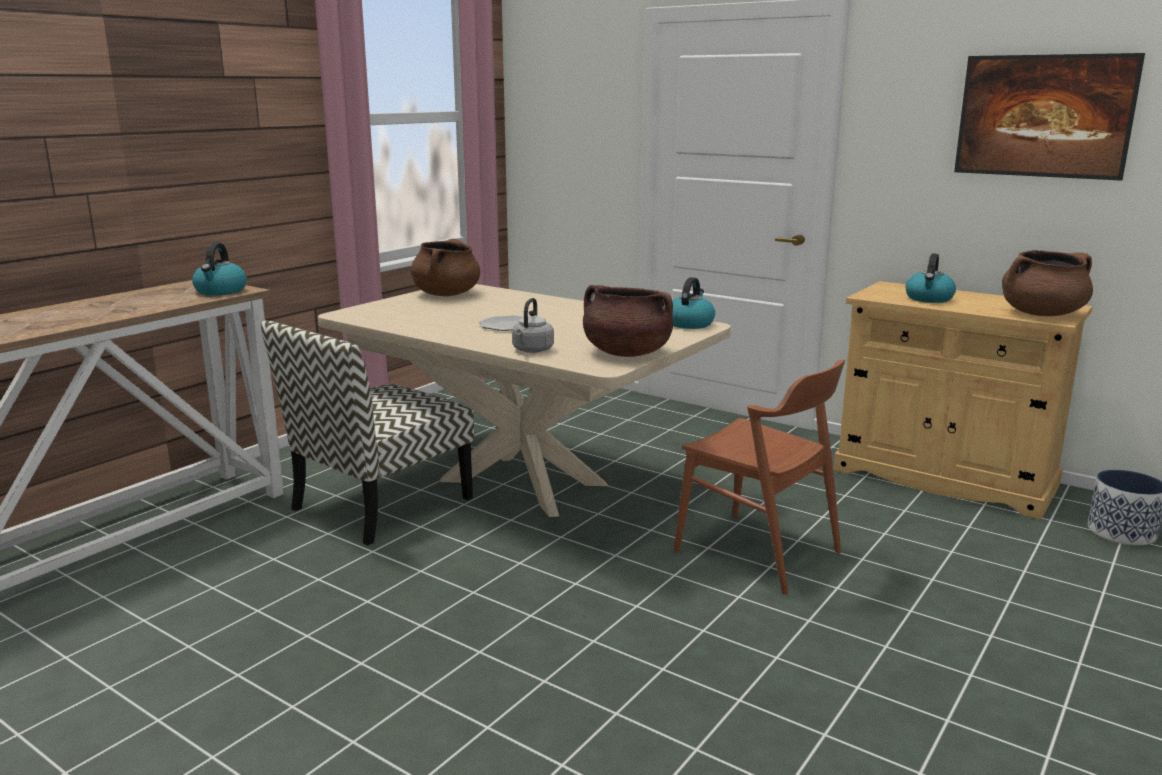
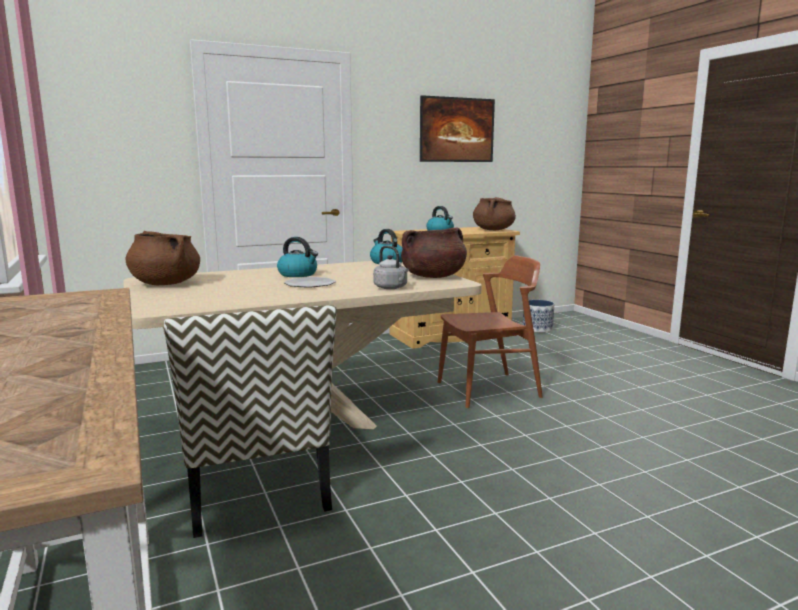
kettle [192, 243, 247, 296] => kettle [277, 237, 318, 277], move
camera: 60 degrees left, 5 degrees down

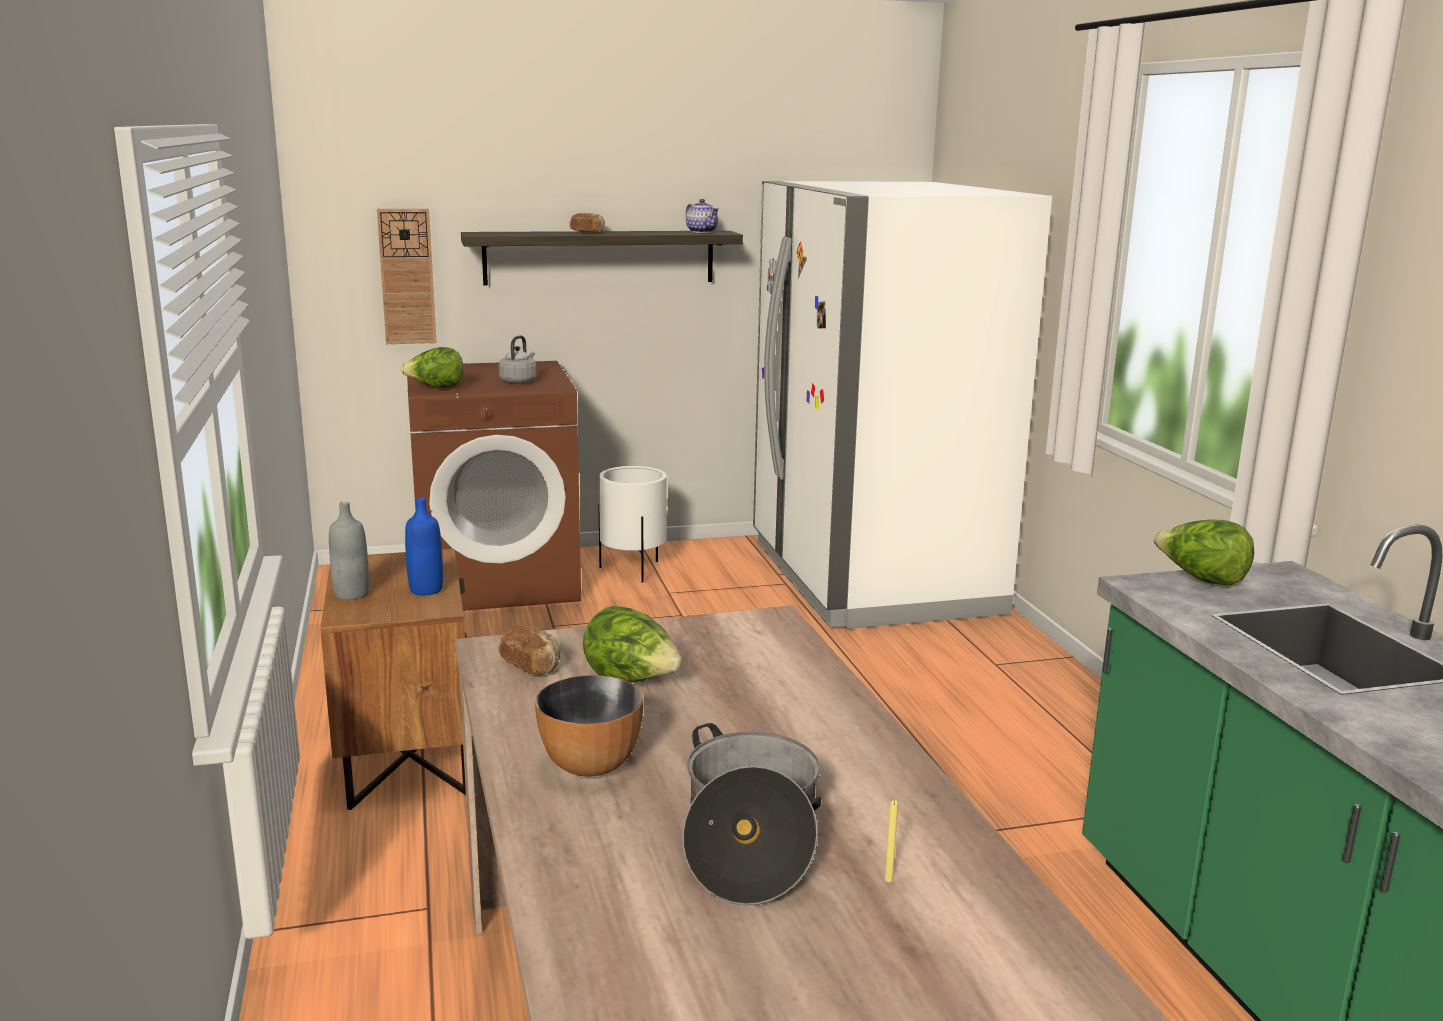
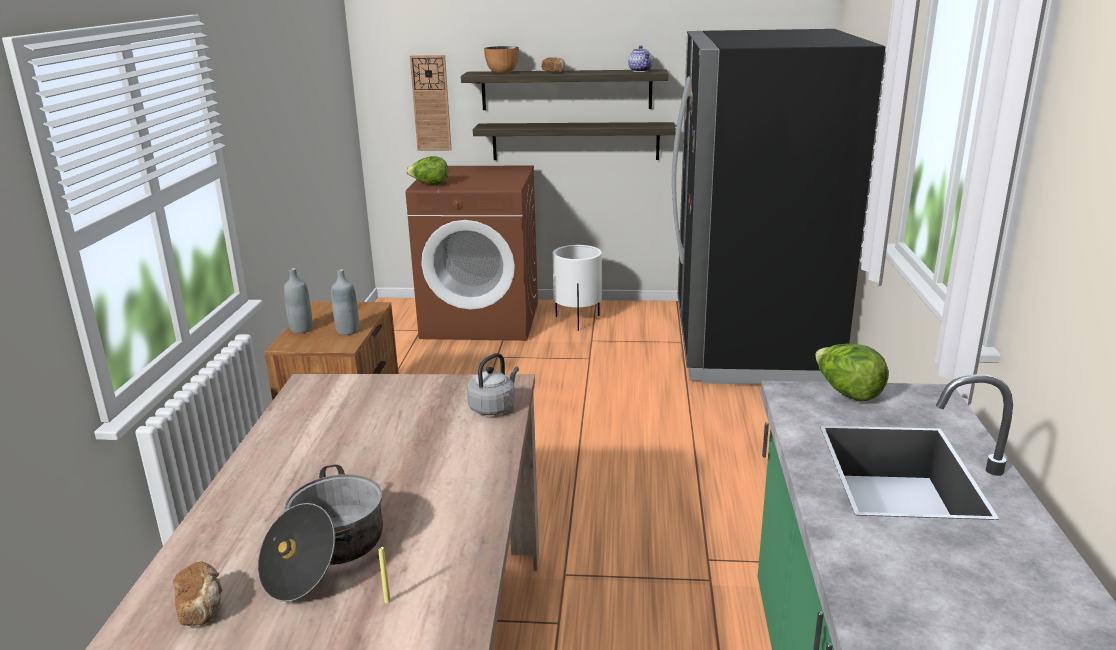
bakery bread [498, 625, 560, 675] => bakery bread [173, 561, 223, 626], move
bottle/blue-coloured [405, 498, 443, 595] => bottle/gray [331, 269, 359, 335]
kettle/gray [499, 335, 537, 384] => kettle/gray [467, 353, 519, 415], move
nothing => wall shelf [473, 122, 676, 160]
serving bowl [535, 675, 643, 776] => serving bowl [484, 46, 519, 74], move
fridge/white [753, 181, 1052, 629] => fridge/black-coloured [672, 29, 885, 385]
head of lettuce [583, 606, 683, 683] => nothing
camera: 20 degrees right, 5 degrees up

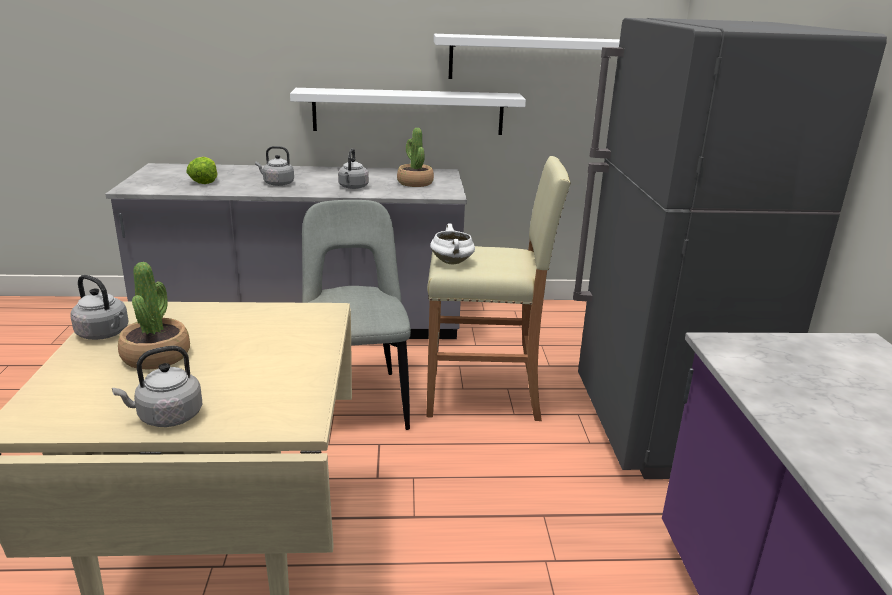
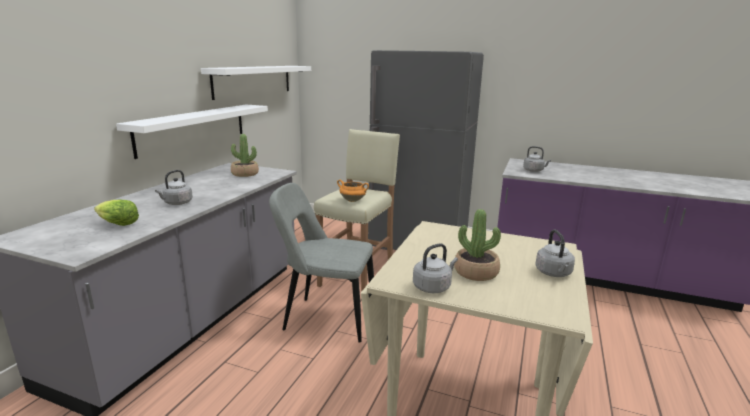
saucepot/white [430, 224, 475, 264] => saucepot/orange [337, 180, 369, 202]
kettle/gray [338, 149, 369, 189] => kettle/gray [523, 146, 551, 172], move
camera: 65 degrees left, 5 degrees down

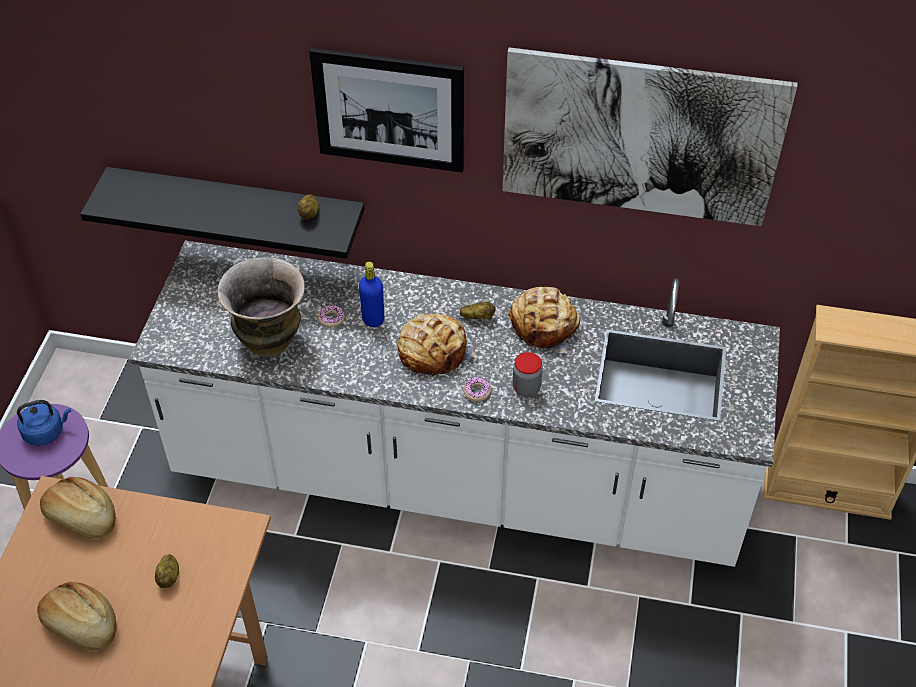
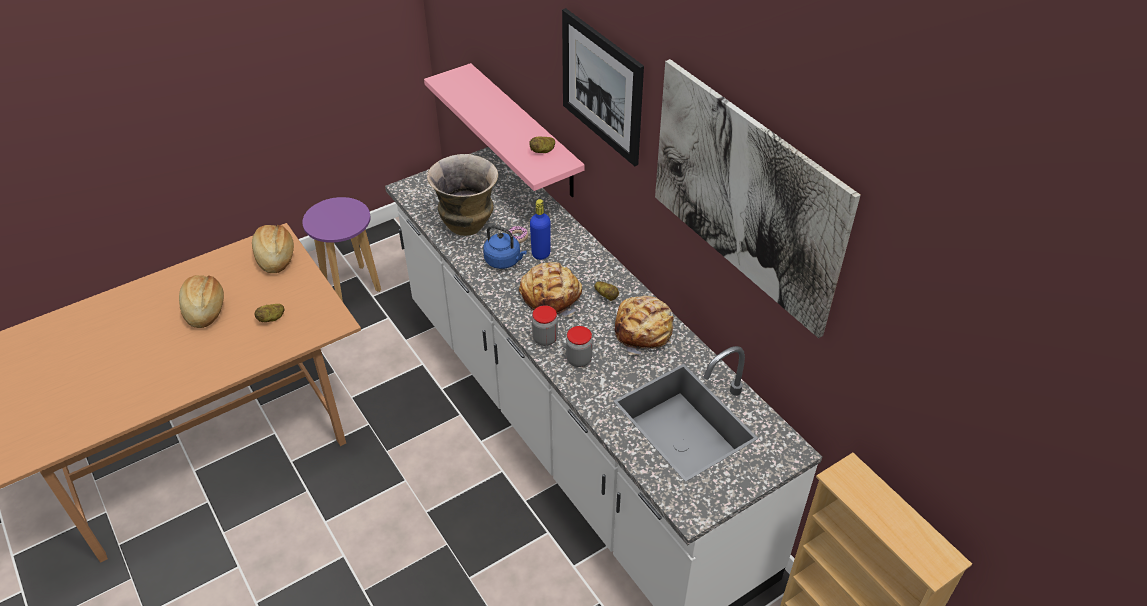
wall shelf/black-coloured [80, 167, 365, 259] => wall shelf/pink-coloured [424, 63, 585, 197]
kettle/blue-coloured [17, 400, 71, 446] => kettle/blue-coloured [483, 225, 527, 269], move
doughnut [463, 377, 491, 401] => storage jar [532, 305, 558, 346]
camera: 45 degrees right, 5 degrees down

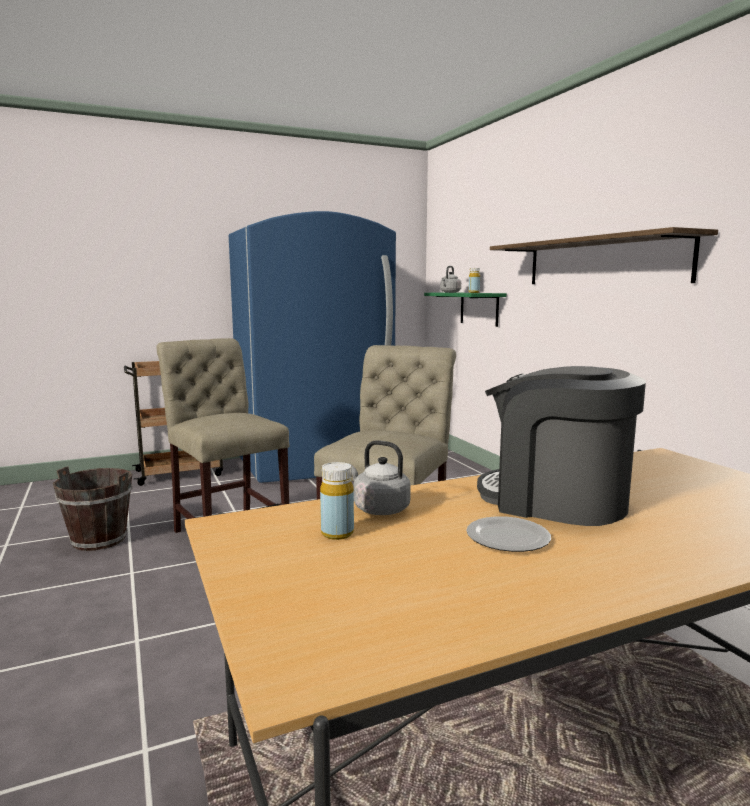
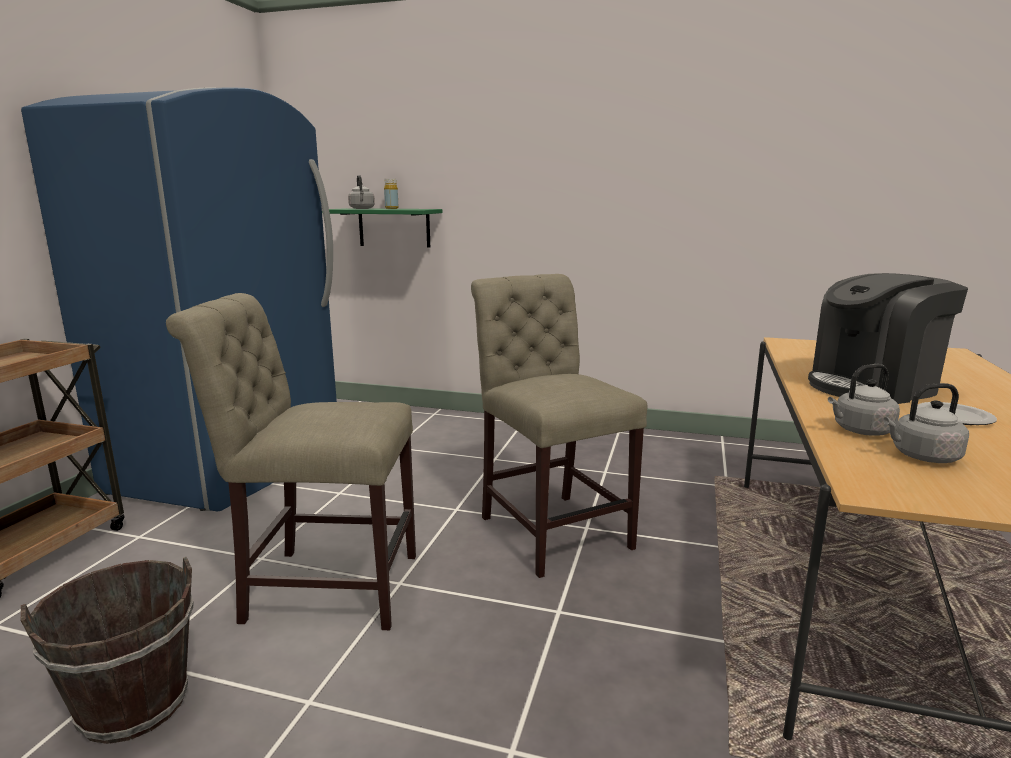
bottle/yellow [320, 462, 354, 540] => kettle/gray [883, 383, 969, 463]
wall shelf [490, 227, 718, 284] => nothing
camera: 50 degrees left, 5 degrees up

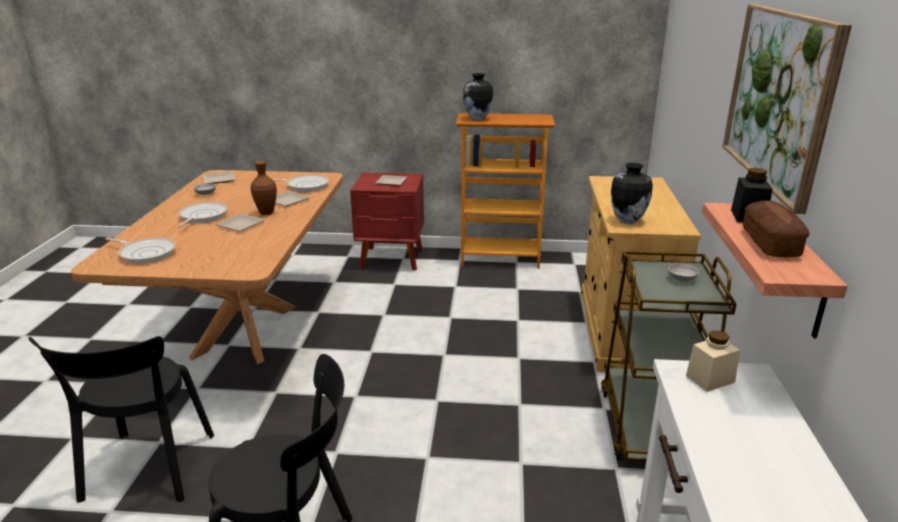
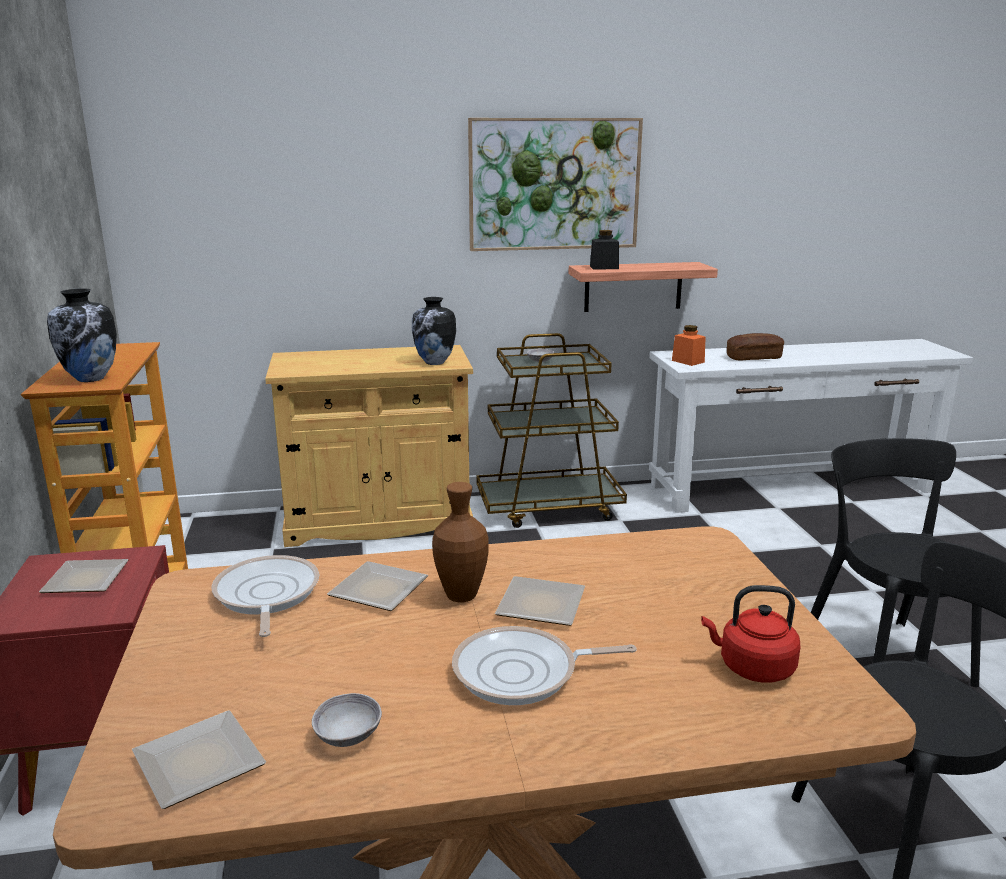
storage jar/beige [686, 330, 740, 392] => storage jar/orange [672, 325, 706, 366]
frying pan [105, 237, 176, 264] => kettle/red [701, 585, 800, 683]
bakery bread [743, 200, 809, 257] => bakery bread [727, 333, 784, 361], move
camera: 105 degrees left, 5 degrees down

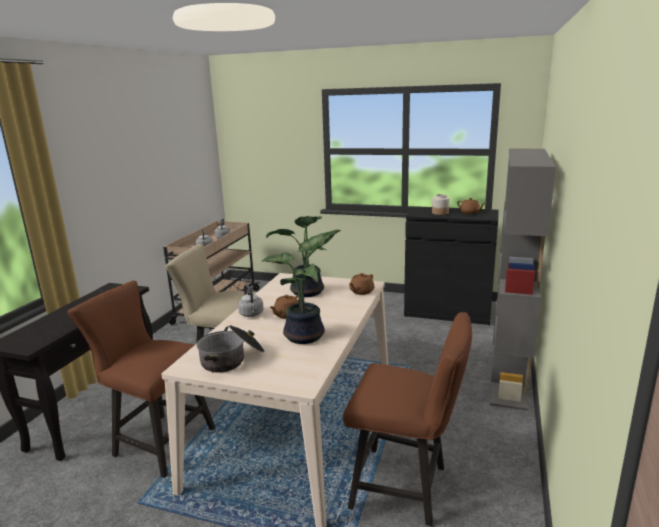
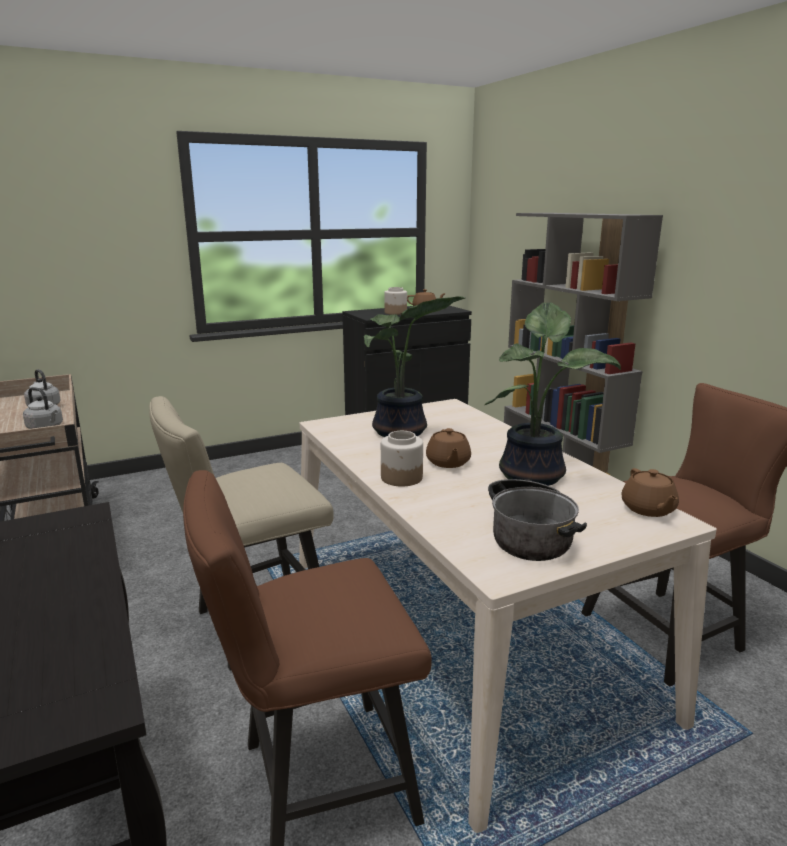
kettle/gray [238, 284, 264, 317] => storage jar [381, 431, 423, 486]
teapot/brown-coloured [349, 273, 374, 295] => teapot/brown-coloured [621, 468, 679, 517], move
camera: 45 degrees left, 0 degrees up

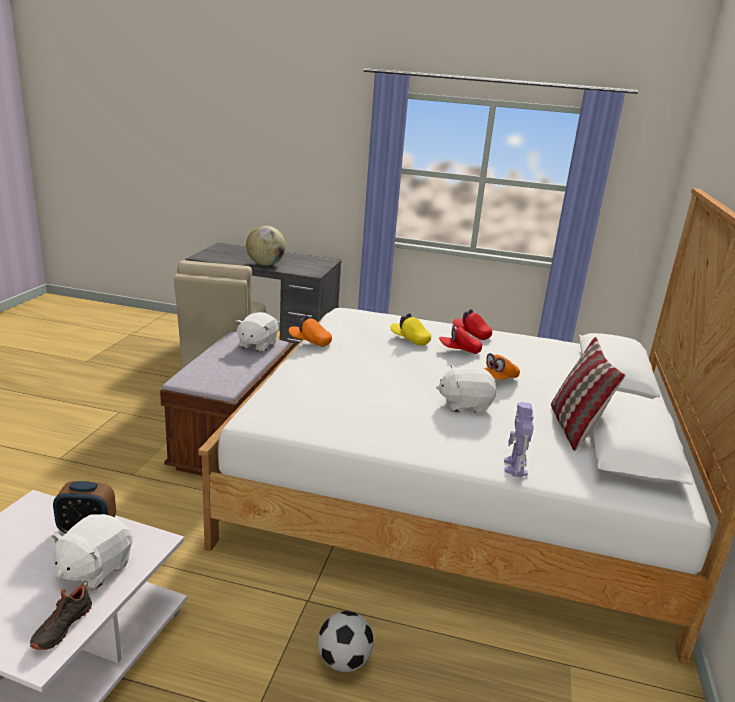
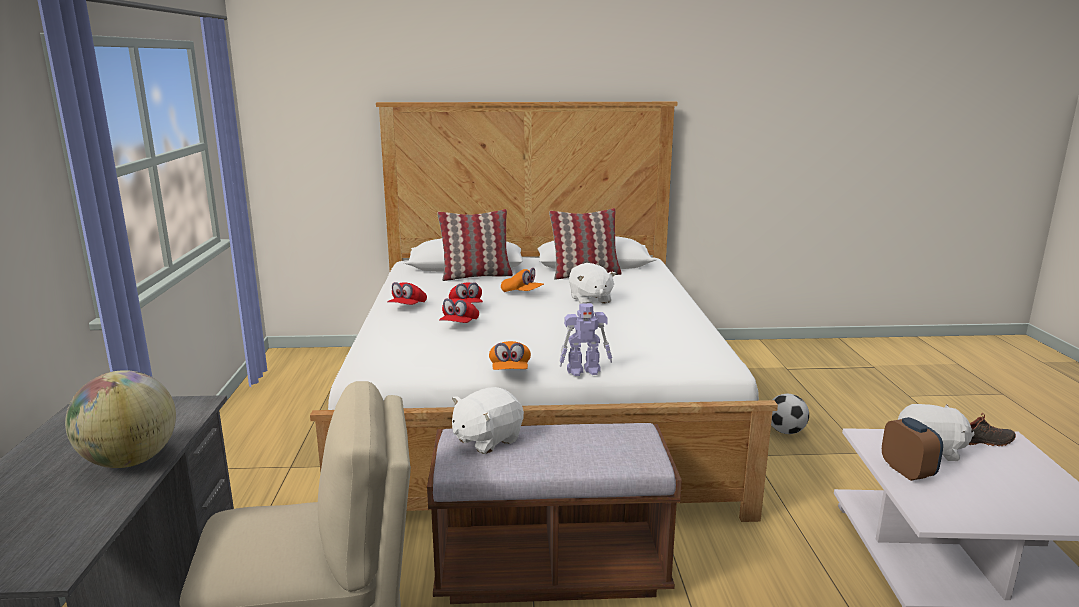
nothing => pillow [437, 209, 513, 281]
cap/yellow [391, 313, 431, 346] => cap/red [439, 298, 479, 323]
plush toy/white [235, 312, 278, 352] => plush toy/white [452, 387, 524, 454], 135 degrees clockwise
model robot [504, 402, 534, 478] => model robot [559, 303, 612, 376], move
camera: 105 degrees left, 5 degrees down

